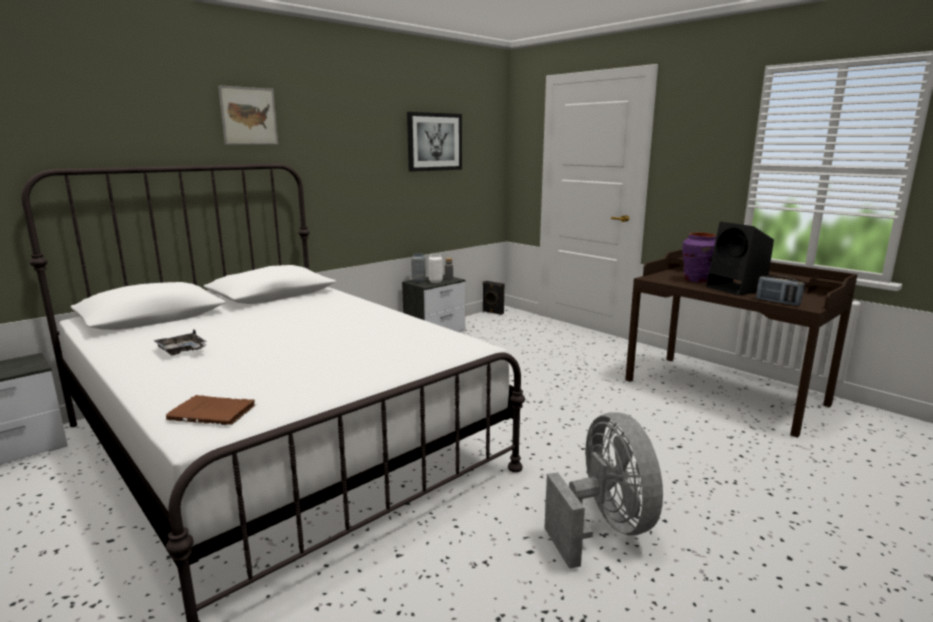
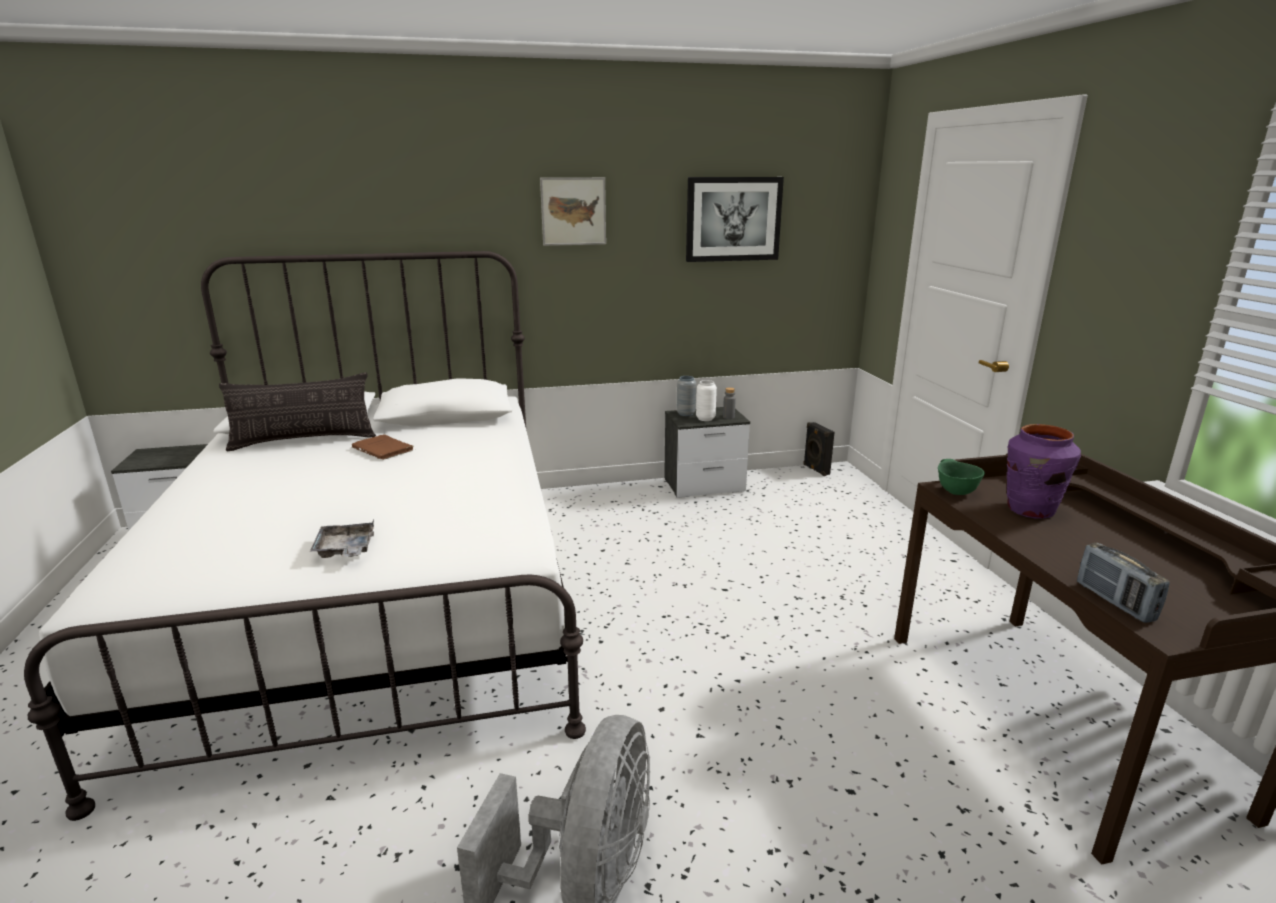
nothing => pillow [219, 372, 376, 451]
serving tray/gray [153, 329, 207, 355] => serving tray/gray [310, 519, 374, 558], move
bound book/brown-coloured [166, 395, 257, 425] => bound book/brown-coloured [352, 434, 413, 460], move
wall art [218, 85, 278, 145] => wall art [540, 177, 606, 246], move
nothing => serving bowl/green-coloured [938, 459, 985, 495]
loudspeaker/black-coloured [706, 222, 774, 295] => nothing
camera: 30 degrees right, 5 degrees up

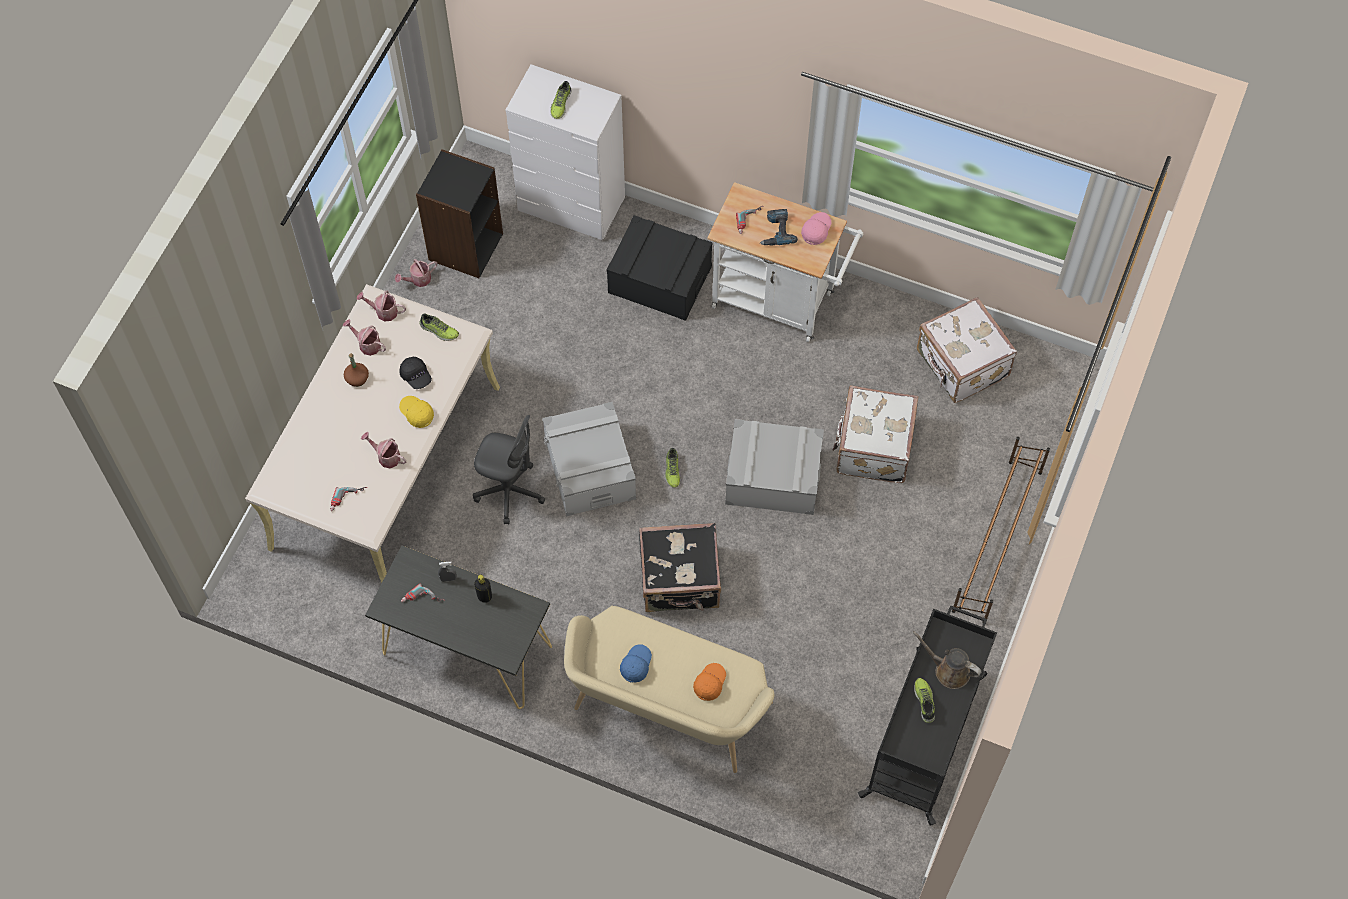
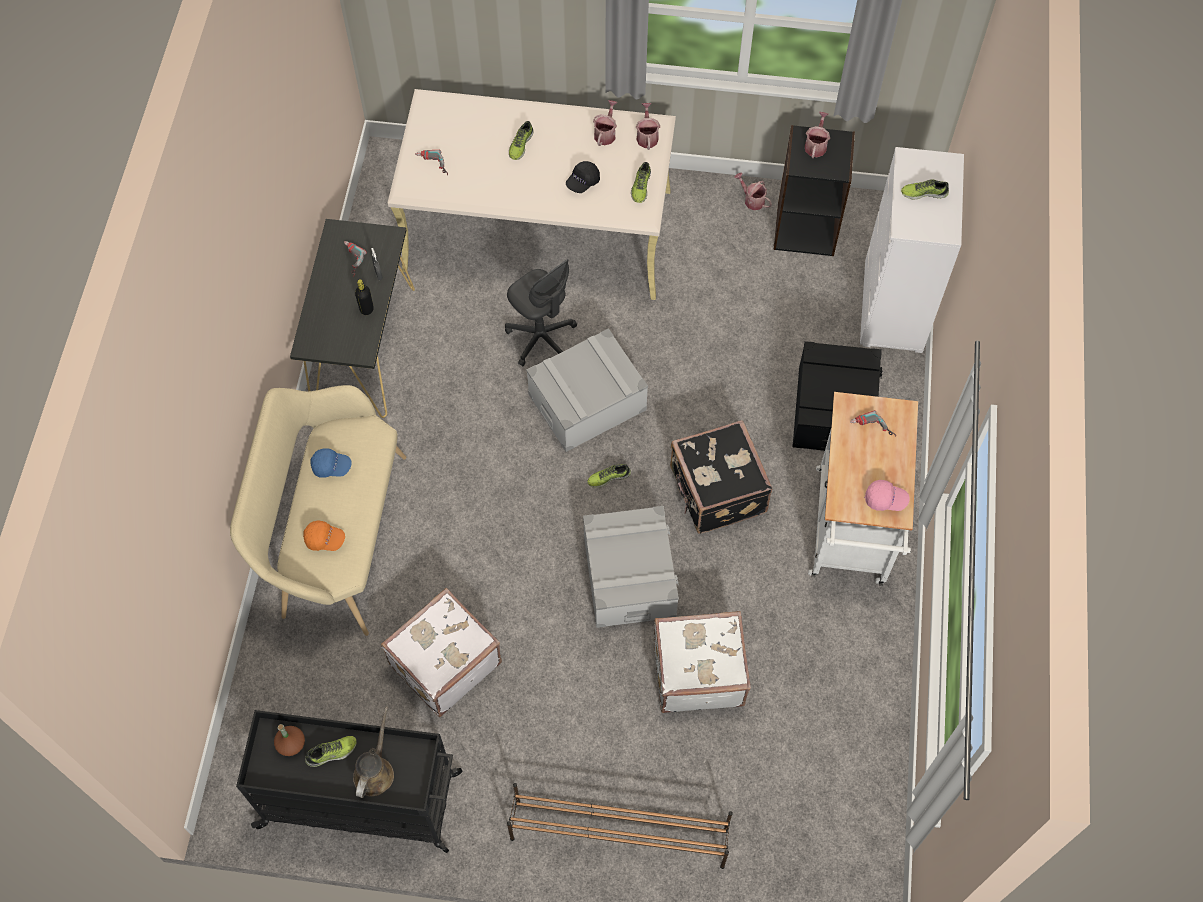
bottle/brown-coloured [344, 353, 369, 387] => bottle/brown-coloured [274, 724, 305, 756], move
travel case/white [917, 297, 1017, 403] => travel case/white [381, 588, 502, 717], move
office chair/gray [473, 415, 545, 524] => office chair/gray [505, 259, 577, 366], 45 degrees counterclockwise
nothing => item of footwear [509, 121, 534, 160]
travel case/black-coloured [639, 523, 721, 612] => travel case/black-coloured [670, 420, 772, 534], move
watering pot [361, 432, 406, 468] => watering pot [805, 112, 830, 158], move
cap/yellow [399, 396, 434, 428] => nothing
electric drill [760, 209, 798, 246] => nothing
camera: 75 degrees right, 0 degrees up

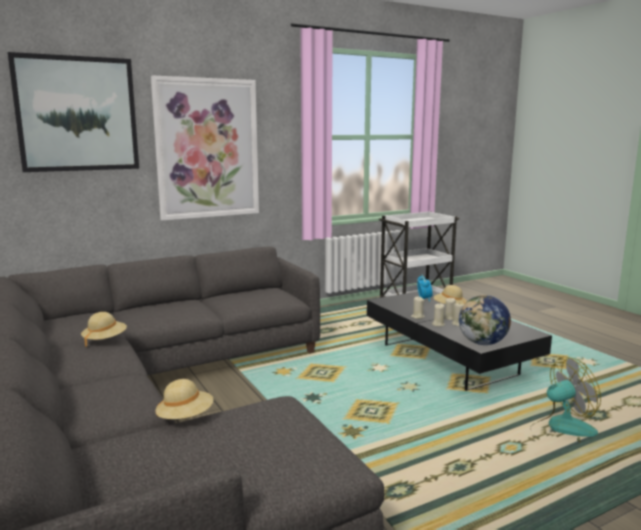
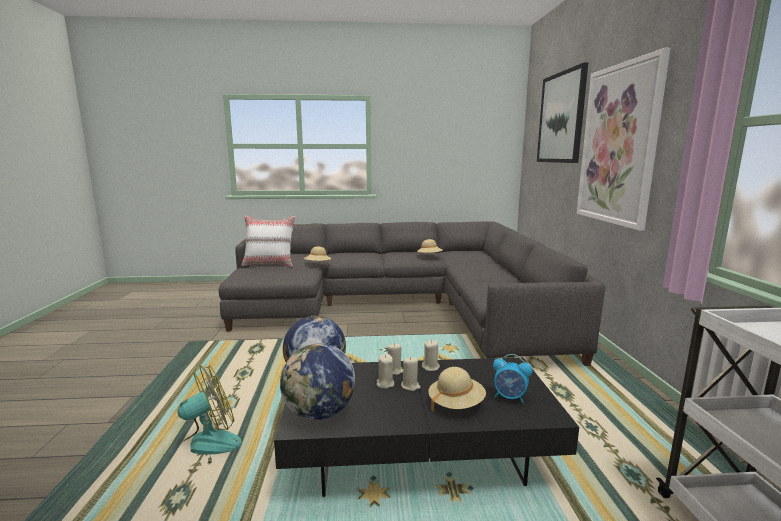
cooling fan [530, 356, 601, 443] => cooling fan [162, 365, 242, 464], 135 degrees counterclockwise
nothing => pillow/white [241, 216, 296, 267]
nothing => world globe [280, 344, 355, 420]
camera: 115 degrees right, 0 degrees up

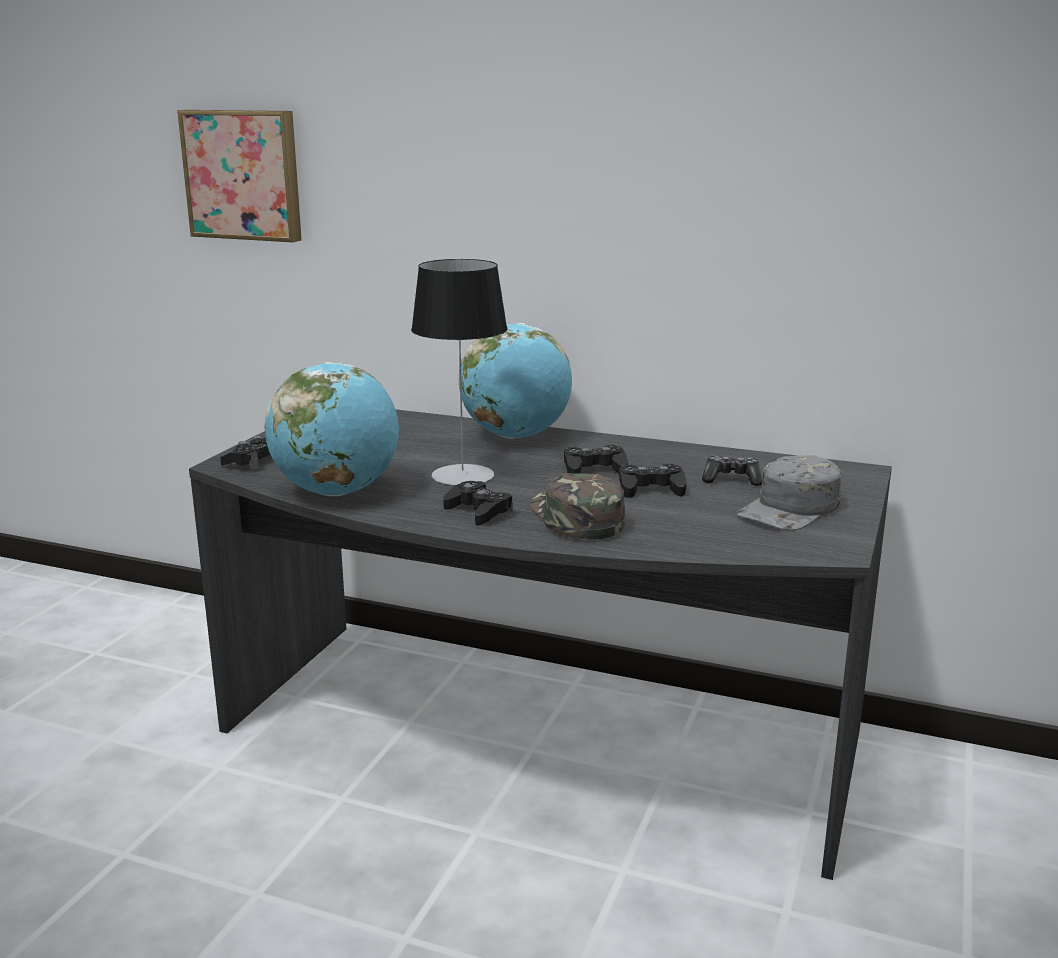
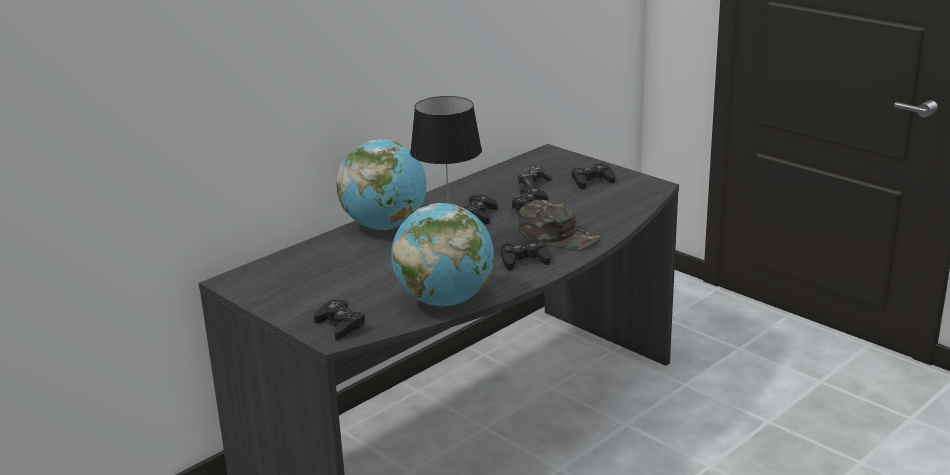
cap/green-coloured [530, 473, 625, 540] => cap/green-coloured [518, 200, 600, 251], 150 degrees counterclockwise
cap/gray [737, 455, 841, 530] => joypad/black-coloured [572, 163, 615, 189]
wall art [177, 110, 302, 242] => nothing
camera: 65 degrees left, 5 degrees up

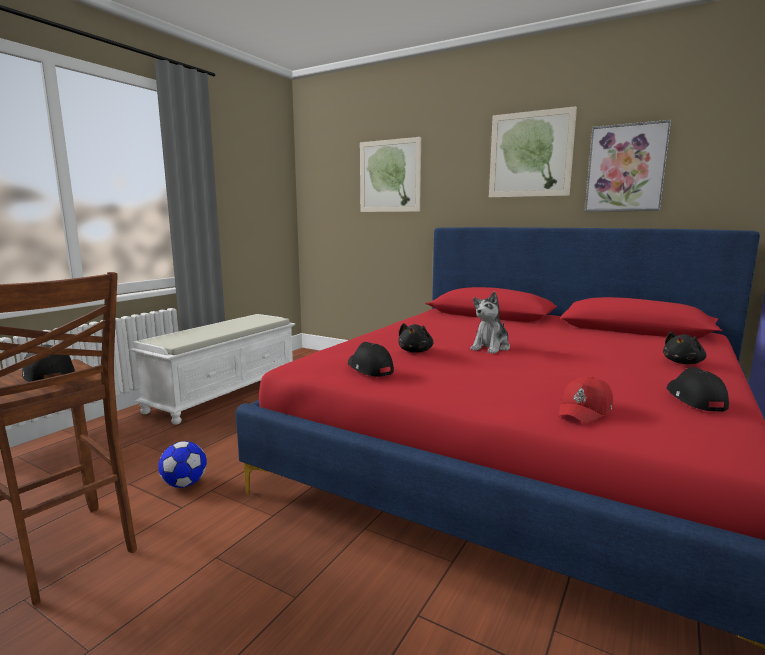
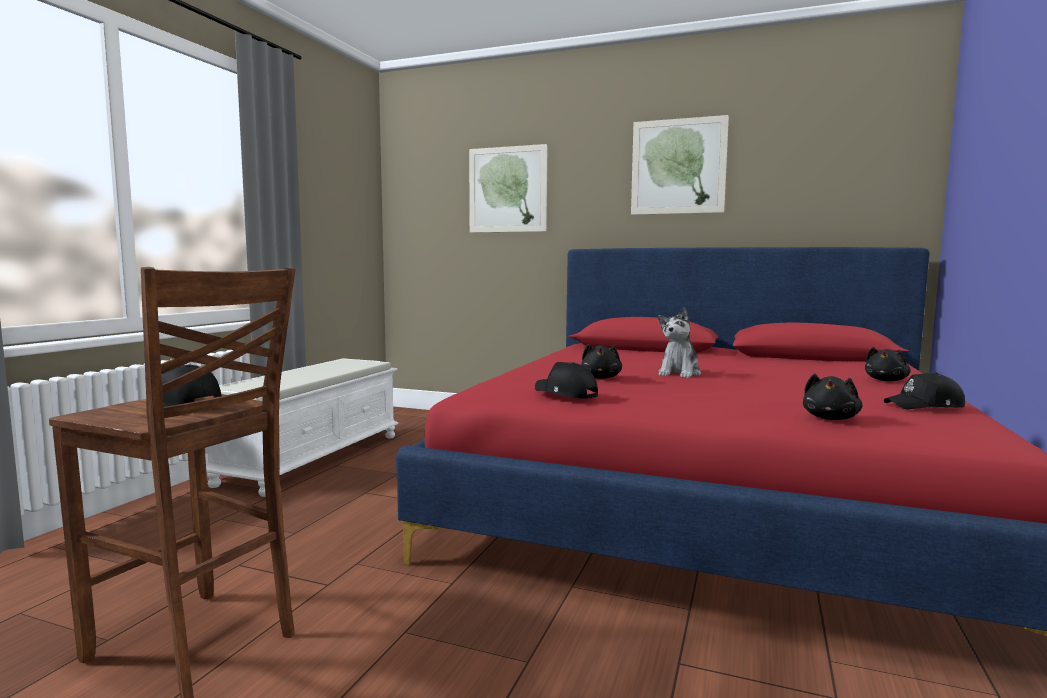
cap/red [559, 376, 613, 424] => plush toy/black-coloured [803, 374, 862, 420]
cap/black-coloured [667, 367, 729, 412] => cap/black-coloured [884, 372, 965, 410], 90 degrees counterclockwise
football [158, 441, 207, 488] => nothing
wall art [585, 120, 671, 211] => nothing
camera: 10 degrees left, 5 degrees down

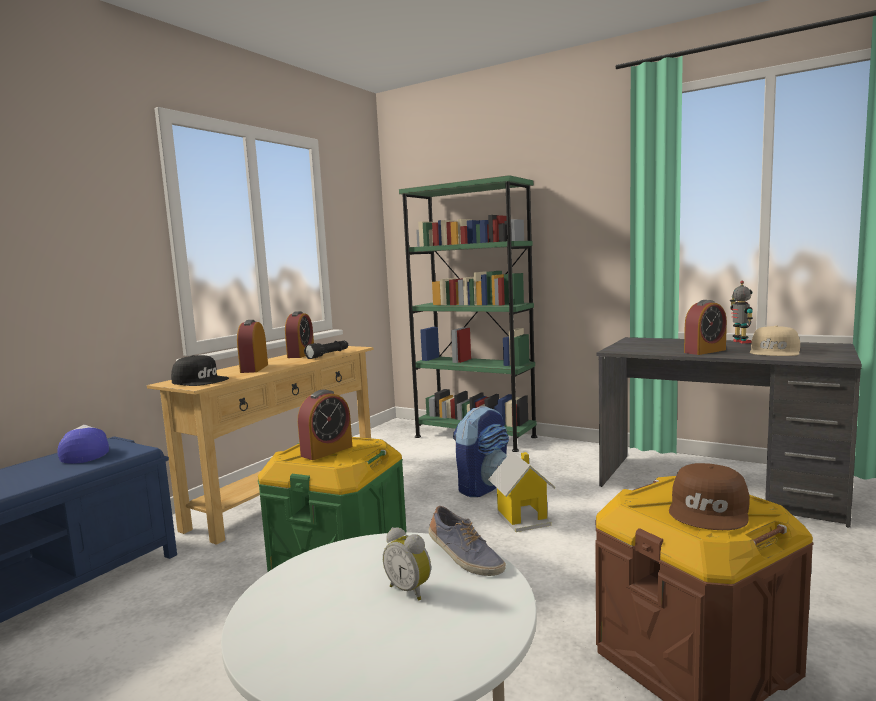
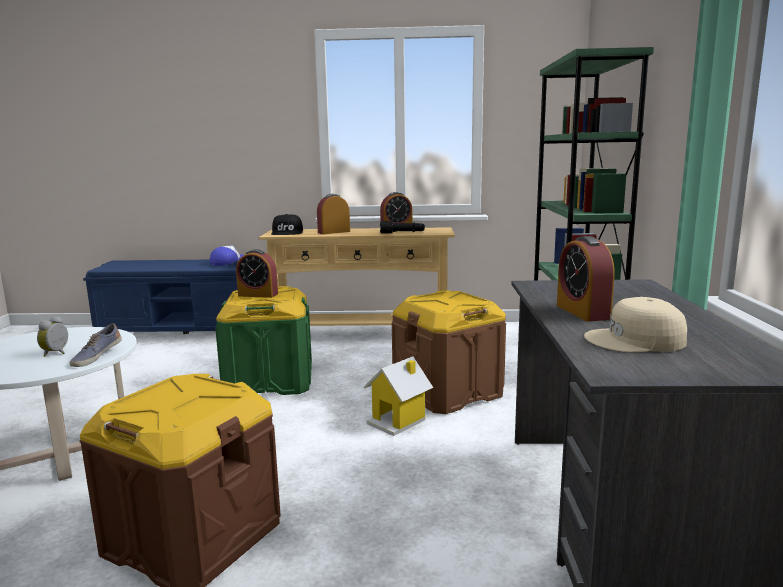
rucksack [453, 406, 509, 497] => storage container/brown-coloured [392, 291, 506, 414]
alarm clock [684, 300, 727, 355] => alarm clock [557, 236, 615, 322], 45 degrees clockwise
cap/brown-coloured [669, 463, 750, 530] => nothing
model robot [730, 281, 753, 344] => nothing
camera: 60 degrees right, 5 degrees up

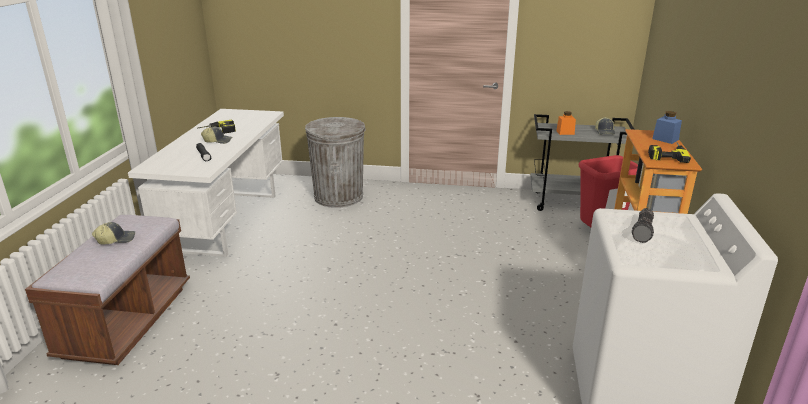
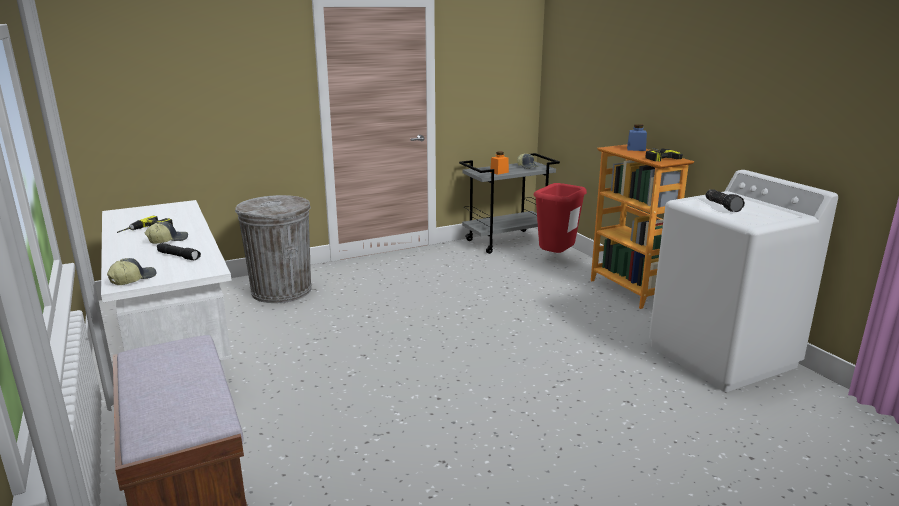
cap [92, 222, 135, 244] => cap [107, 258, 157, 285], move
camera: 35 degrees left, 5 degrees down

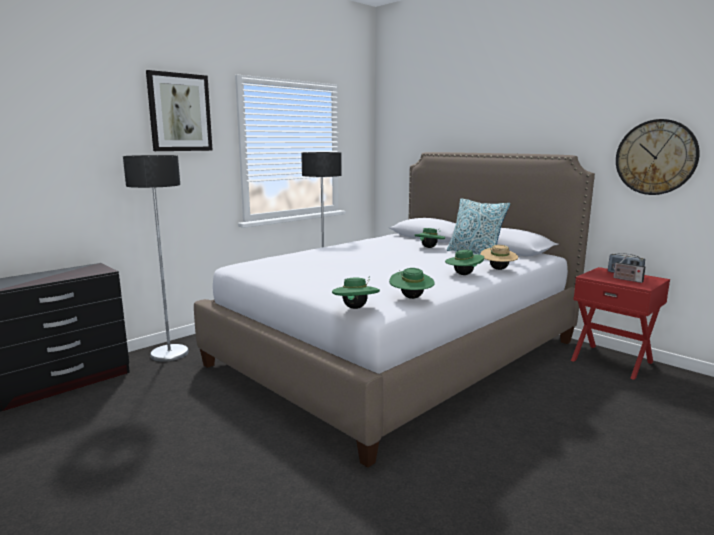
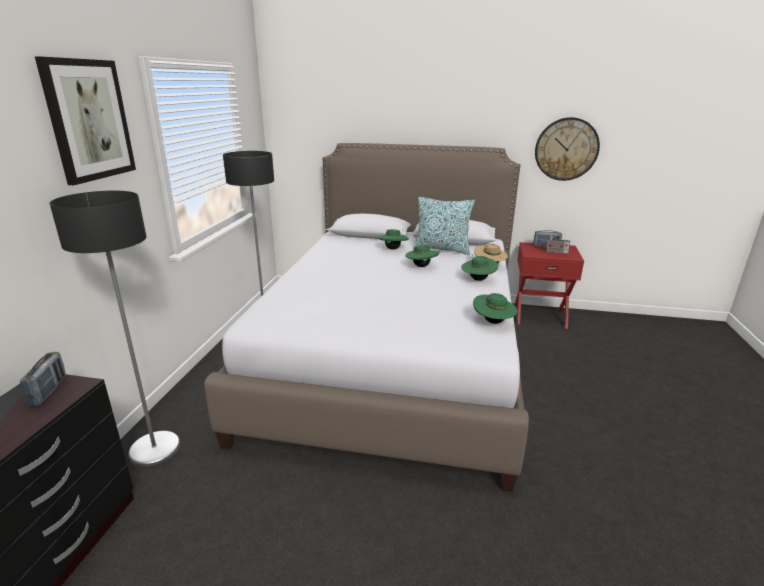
nothing => radio receiver [20, 352, 66, 406]
clothing hat/green-coloured [332, 276, 380, 309] => clothing hat/green-coloured [405, 245, 439, 267], move
camera: 35 degrees left, 10 degrees up

